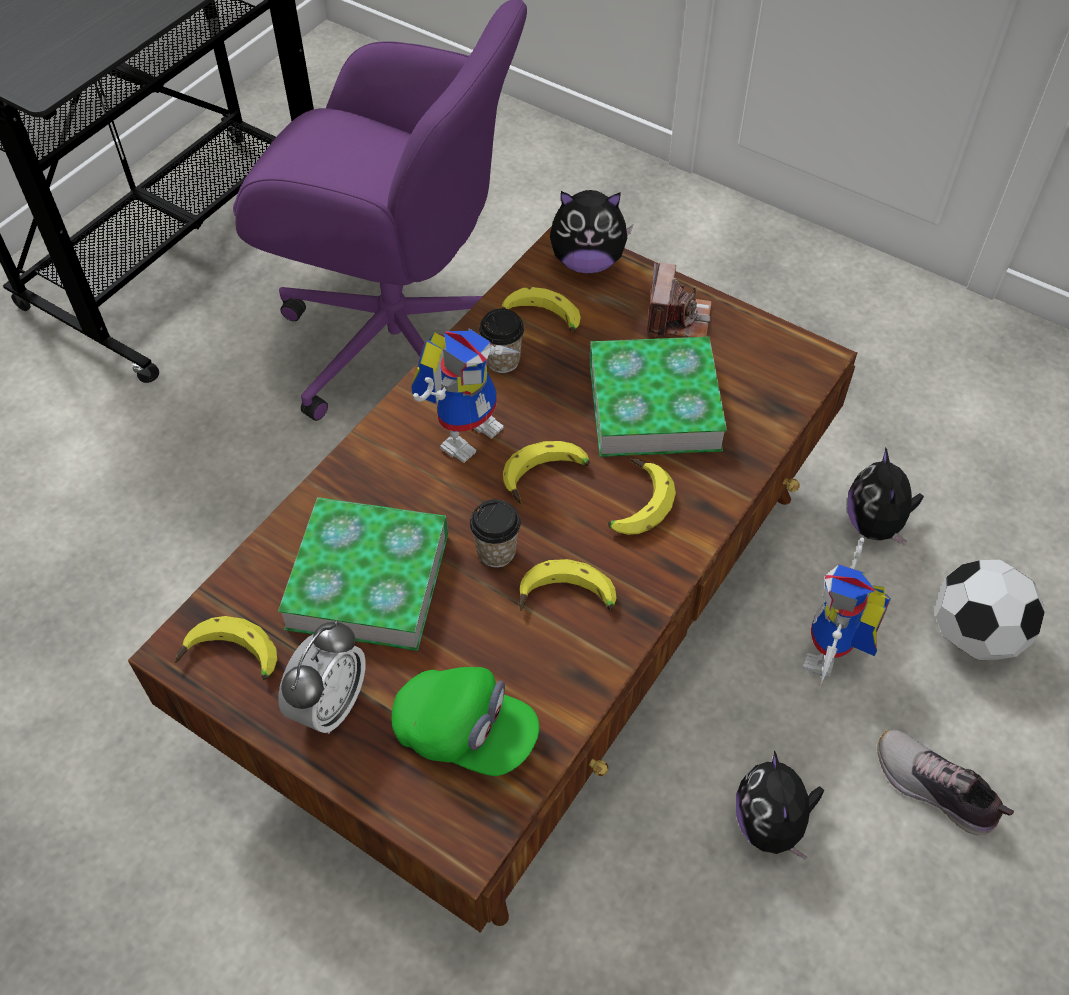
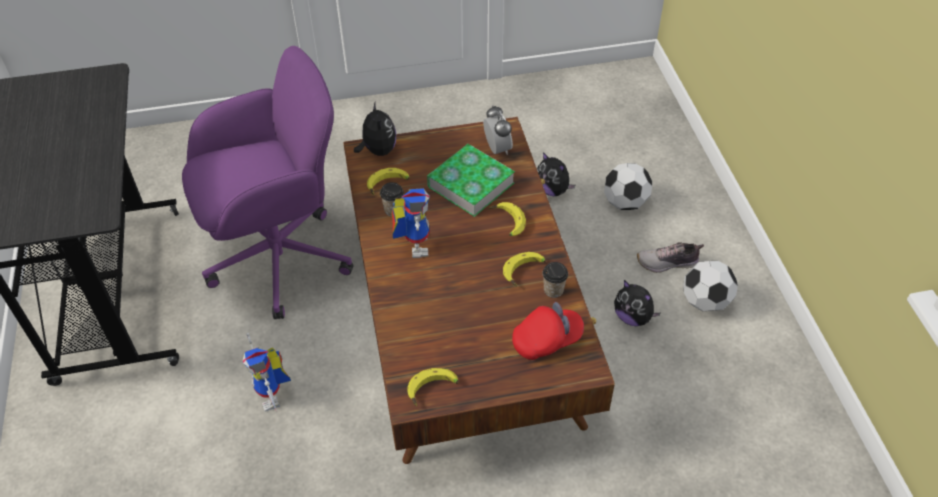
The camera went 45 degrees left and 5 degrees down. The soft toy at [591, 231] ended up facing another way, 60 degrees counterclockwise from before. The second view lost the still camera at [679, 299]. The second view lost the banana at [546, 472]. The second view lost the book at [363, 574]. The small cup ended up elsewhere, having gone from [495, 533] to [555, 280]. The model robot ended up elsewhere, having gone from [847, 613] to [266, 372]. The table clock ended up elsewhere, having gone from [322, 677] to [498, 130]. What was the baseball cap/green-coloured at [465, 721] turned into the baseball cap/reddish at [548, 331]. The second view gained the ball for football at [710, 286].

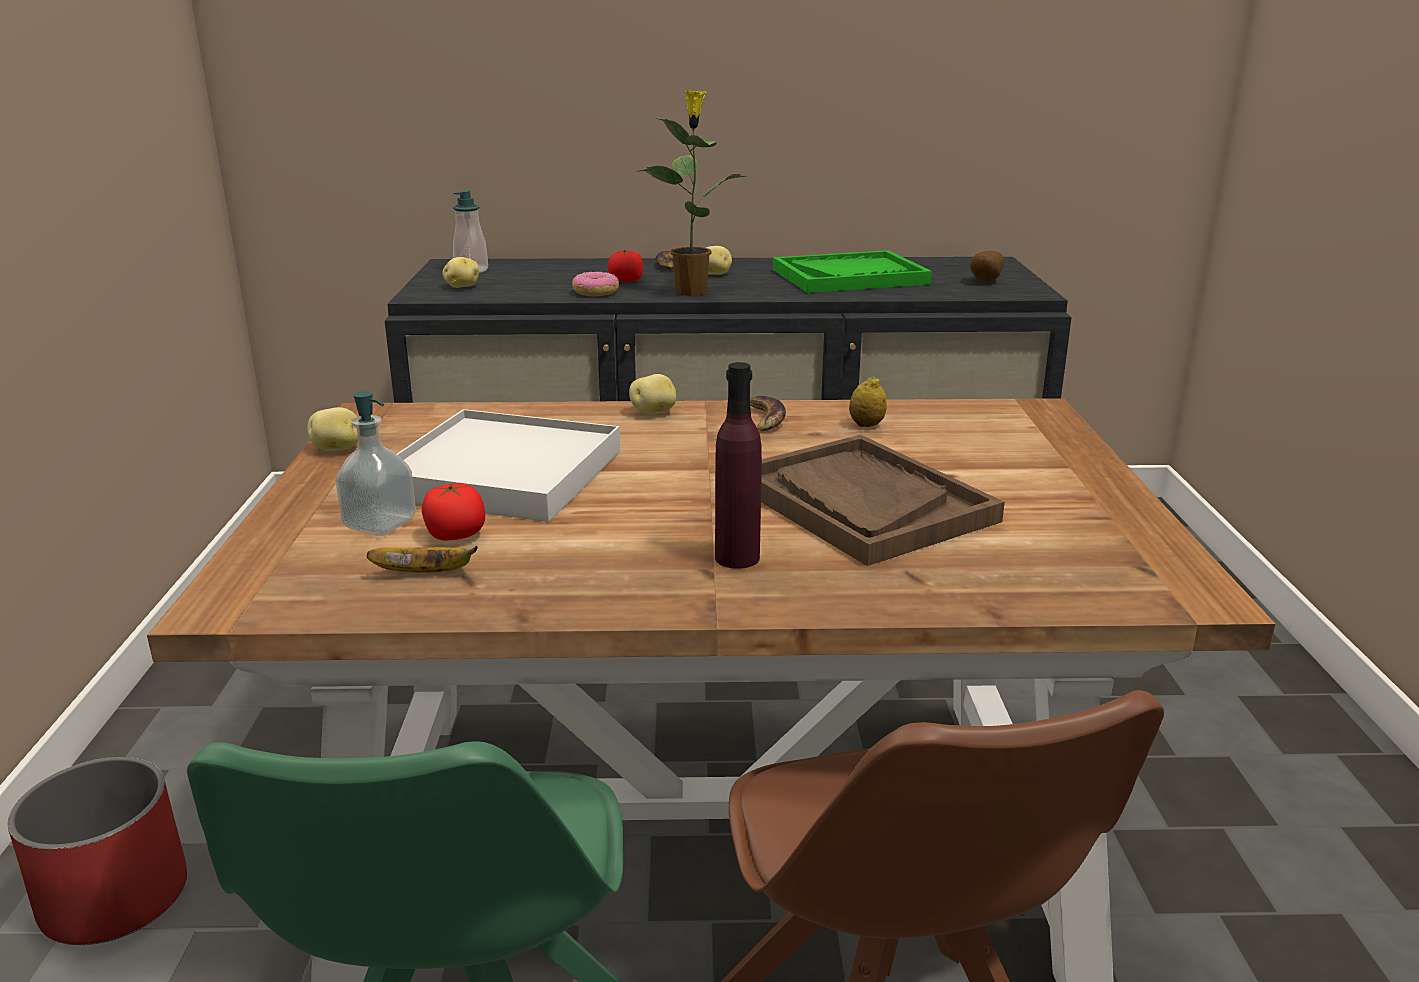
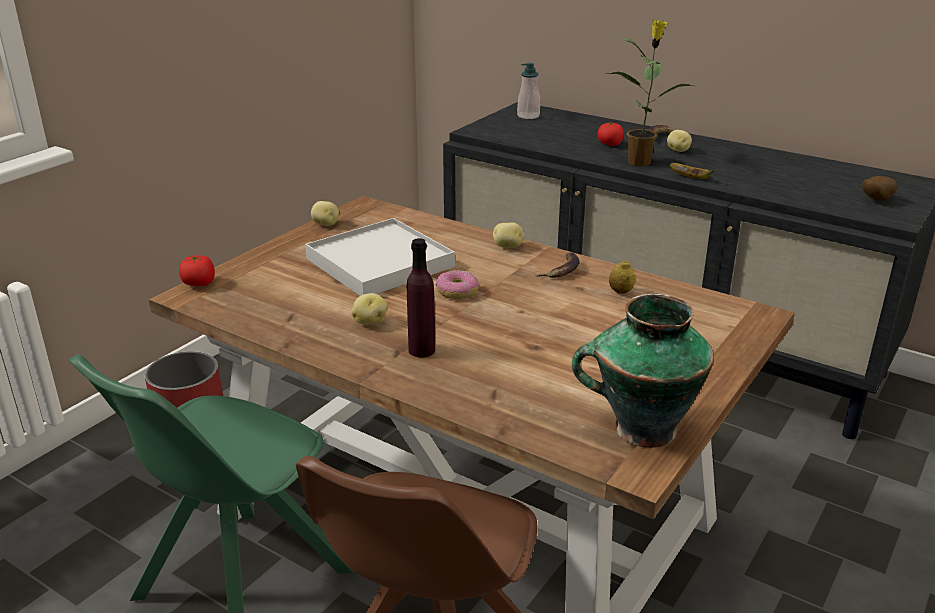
The camera went 35 degrees right and 5 degrees up. The second view lost the tray/green-coloured at [852, 271]. The spud ended up elsewhere, having gone from [460, 272] to [369, 309]. The donut ended up elsewhere, having gone from [595, 283] to [457, 284]. The second view lost the soap dispenser at [375, 463]. The second view lost the tray/brown-coloured at [883, 500]. The whole tomato ended up elsewhere, having gone from [453, 512] to [197, 270]. The banana ended up elsewhere, having gone from [422, 559] to [692, 171]. The second view gained the vase at [643, 371].

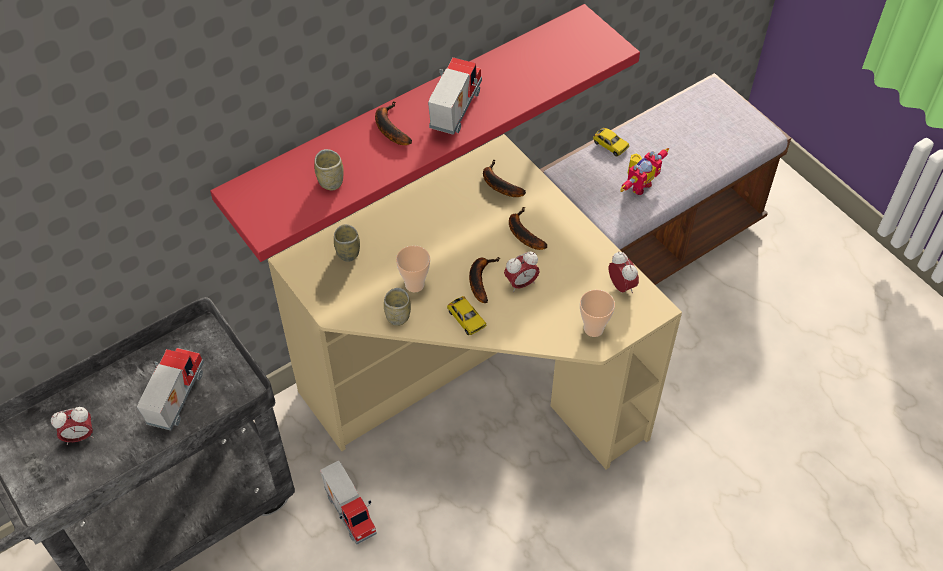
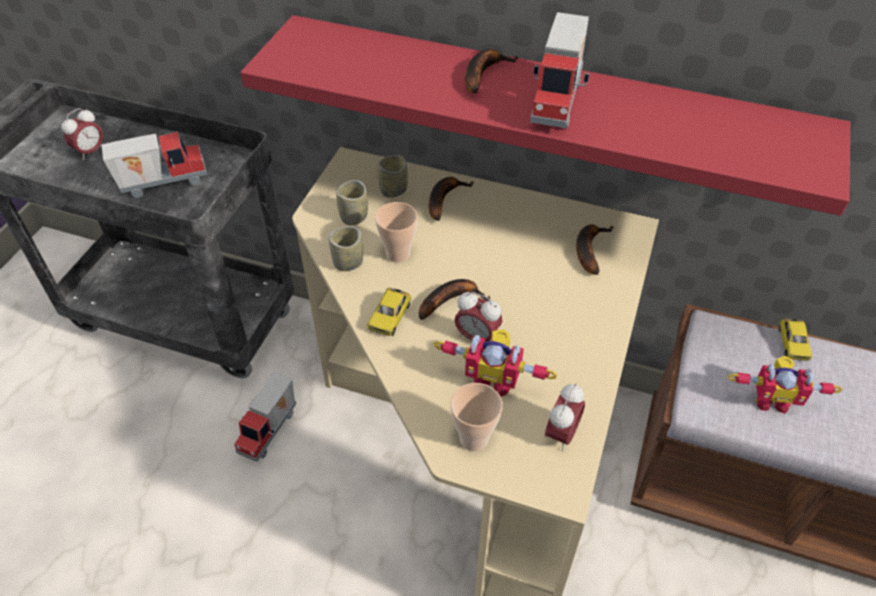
The camera went 55 degrees right and 5 degrees down. The toy lorry at [455, 96] ended up facing another way, 120 degrees clockwise from before. The small cup ended up elsewhere, having gone from [329, 169] to [352, 202]. The banana ended up elsewhere, having gone from [528, 228] to [451, 199]. The table clock at [72, 426] ended up facing another way, 90 degrees counterclockwise from before. The second view gained the model robot at [495, 363].

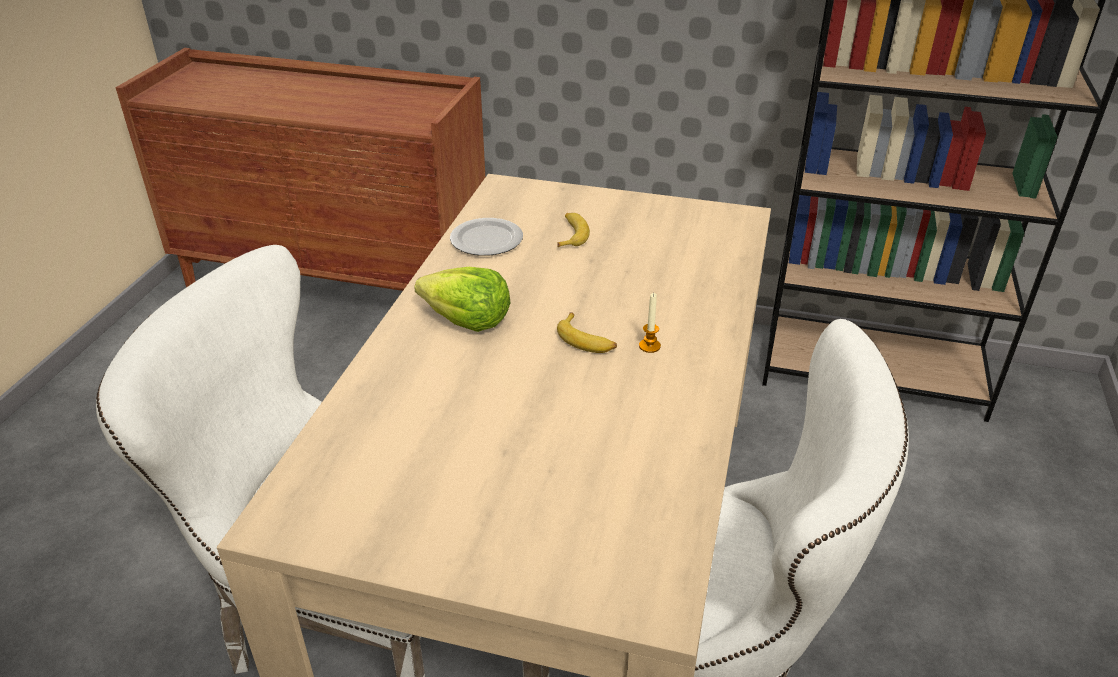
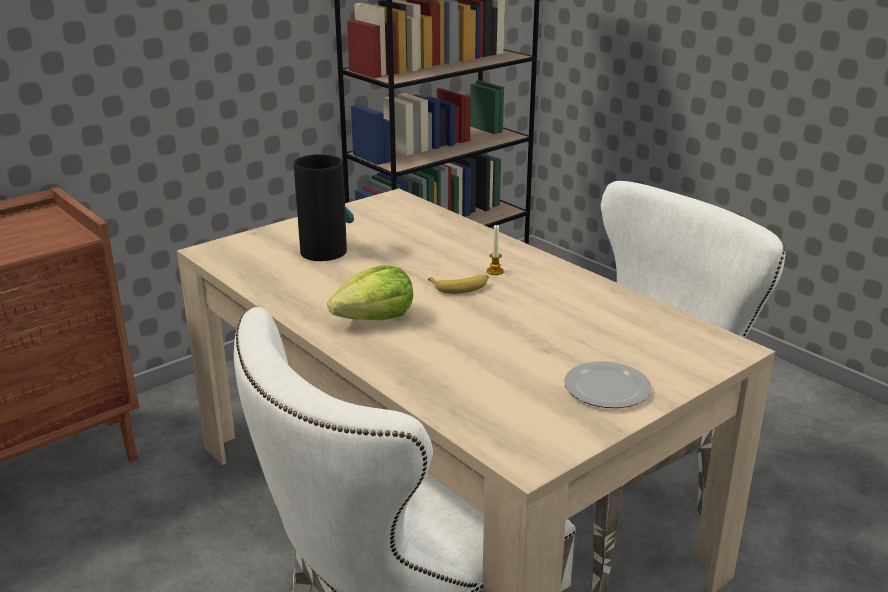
The camera went 55 degrees left and 10 degrees down. Where the banana stood at [573, 230], the vase came to stand at [324, 207]. The plate ended up elsewhere, having gone from [486, 237] to [608, 384].

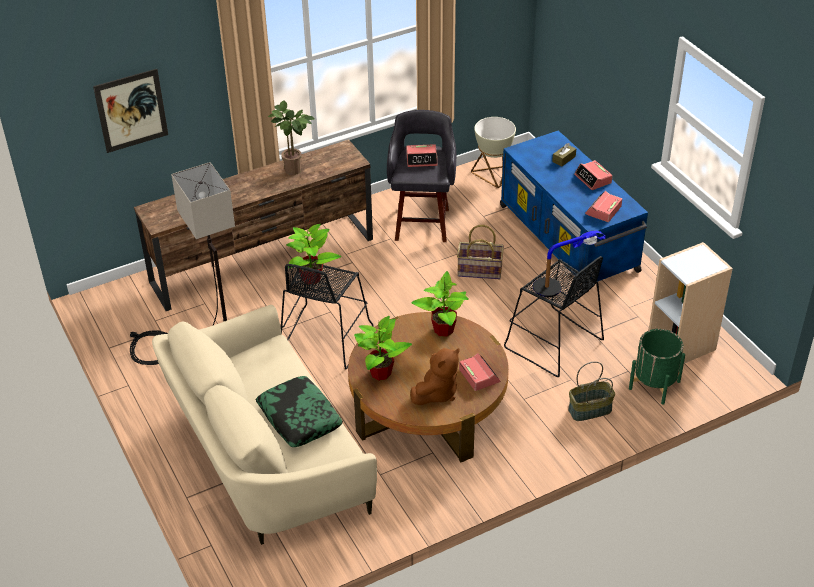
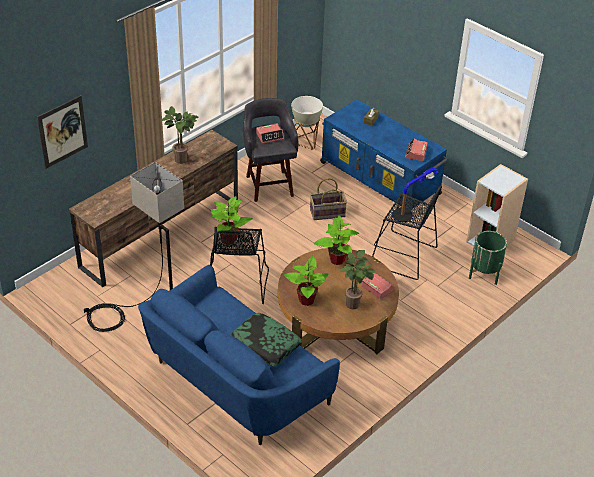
The camera went 20 degrees left and 0 degrees up. The second view lost the table clock at [593, 175]. What was the couch/beige at [264, 425] turned into the couch/blue-coloured at [239, 355]. Where the soft toy/brown-coloured stood at [435, 376], the houseplant came to stand at [358, 279]. The second view lost the basket at [591, 391].

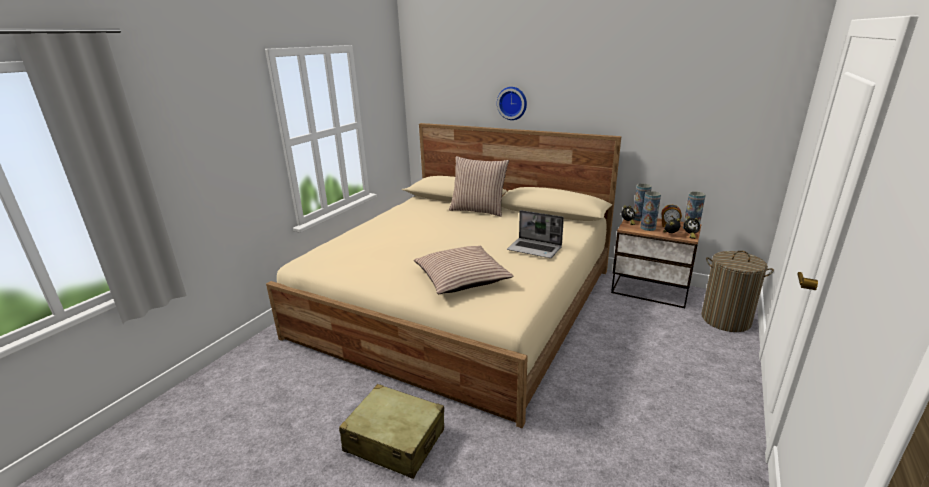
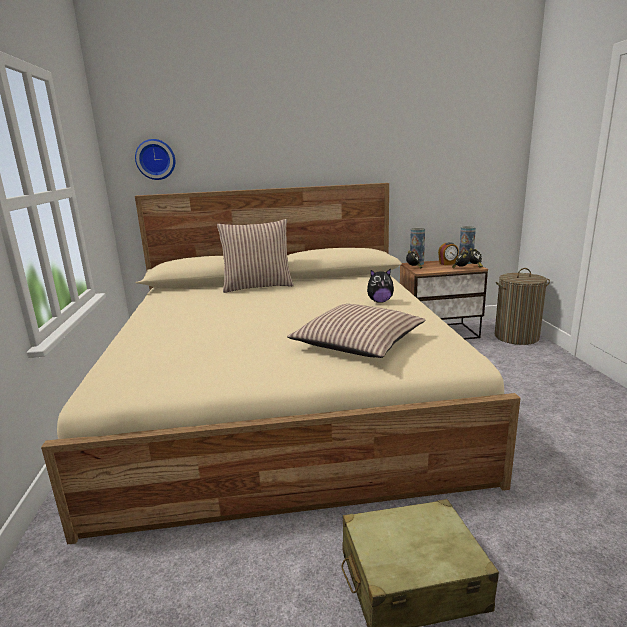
The camera went 35 degrees left and 5 degrees down. The clock on the wall ended up elsewhere, having gone from [512, 103] to [155, 159]. The second view lost the vase at [650, 211]. Where the notebook computer stood at [535, 234], the soft toy came to stand at [380, 286].

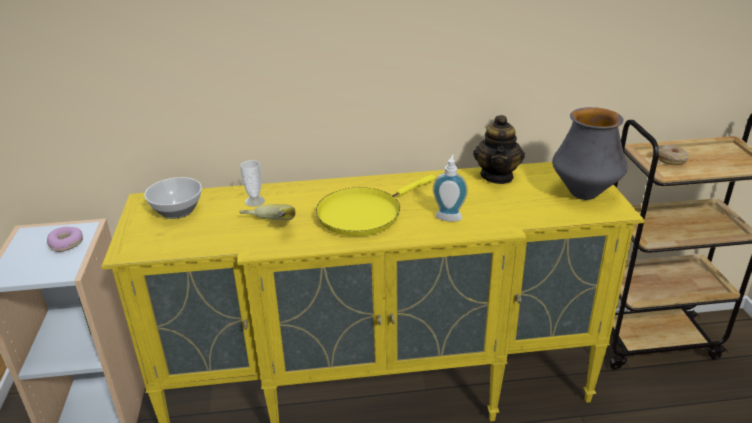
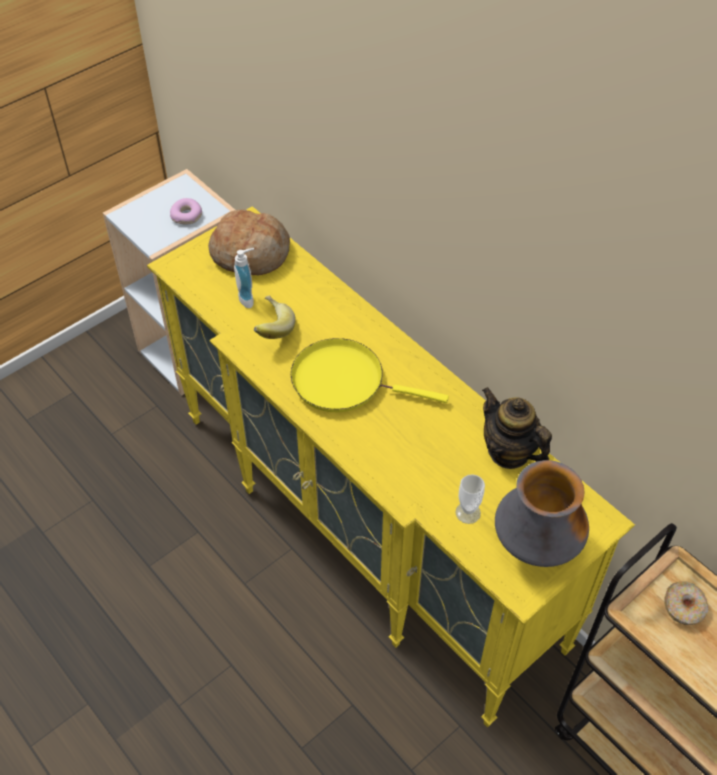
The camera went 55 degrees right and 20 degrees up. The tea pot at [499, 149] ended up facing another way, 75 degrees clockwise from before. The soap dispenser ended up elsewhere, having gone from [450, 188] to [244, 278]. The small cup ended up elsewhere, having gone from [252, 183] to [470, 499]. Where the bowl stood at [173, 198], the bakery bread came to stand at [249, 242].

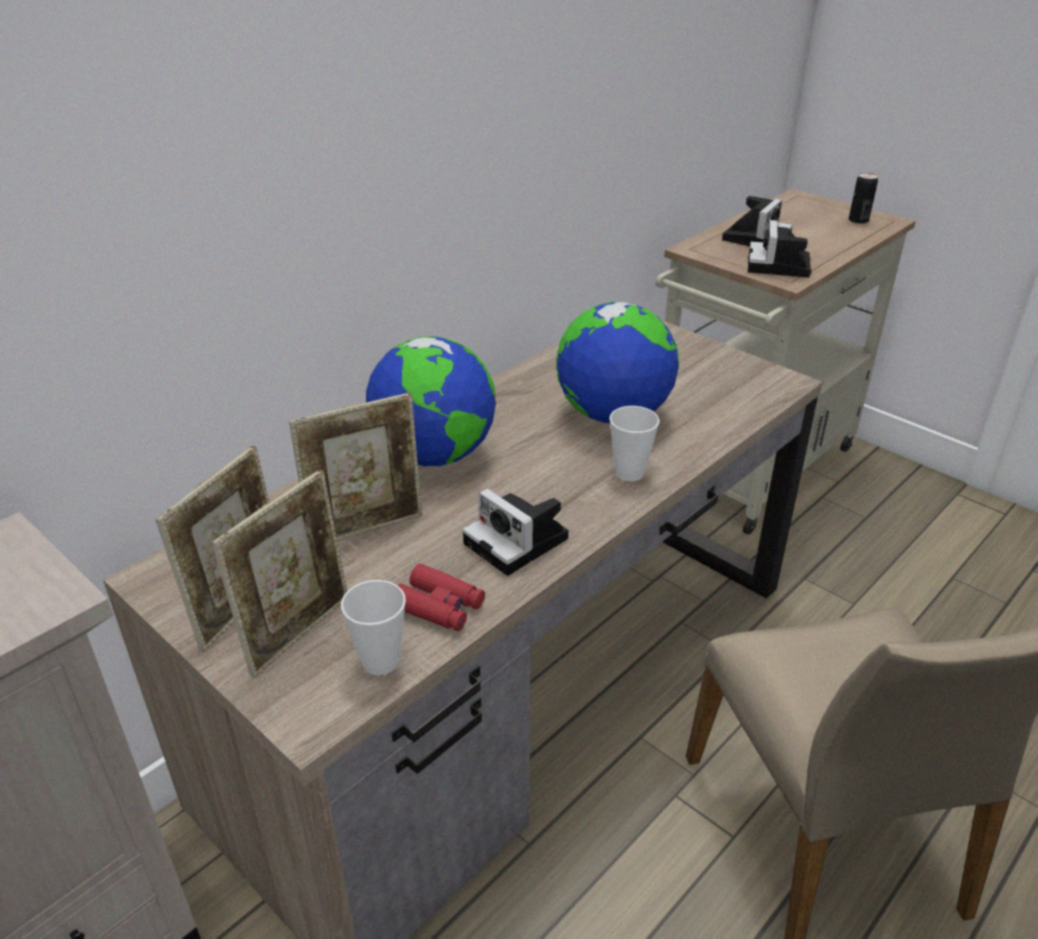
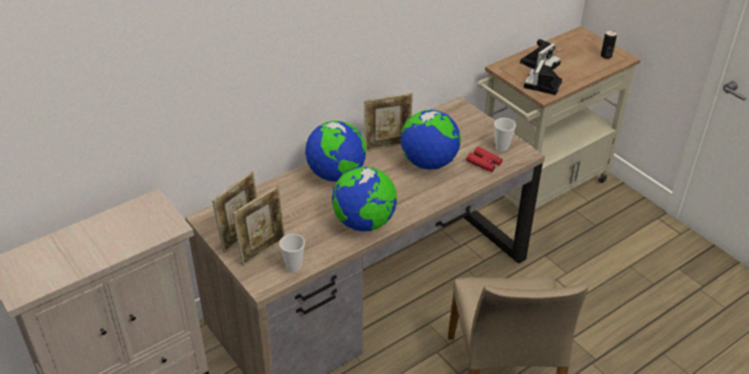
The camera went 10 degrees right and 5 degrees up. The standing frame ended up elsewhere, having gone from [356, 467] to [388, 122]. The small cup ended up elsewhere, having gone from [634, 443] to [505, 134]. Where the still camera stood at [516, 532], the desk globe came to stand at [364, 199]. The field glasses/reddish ended up elsewhere, having gone from [441, 597] to [484, 159].

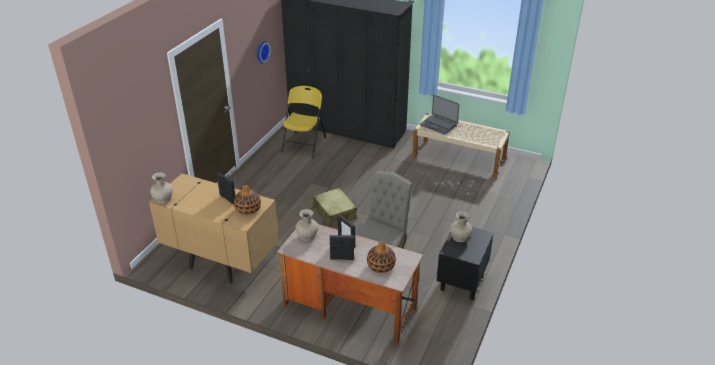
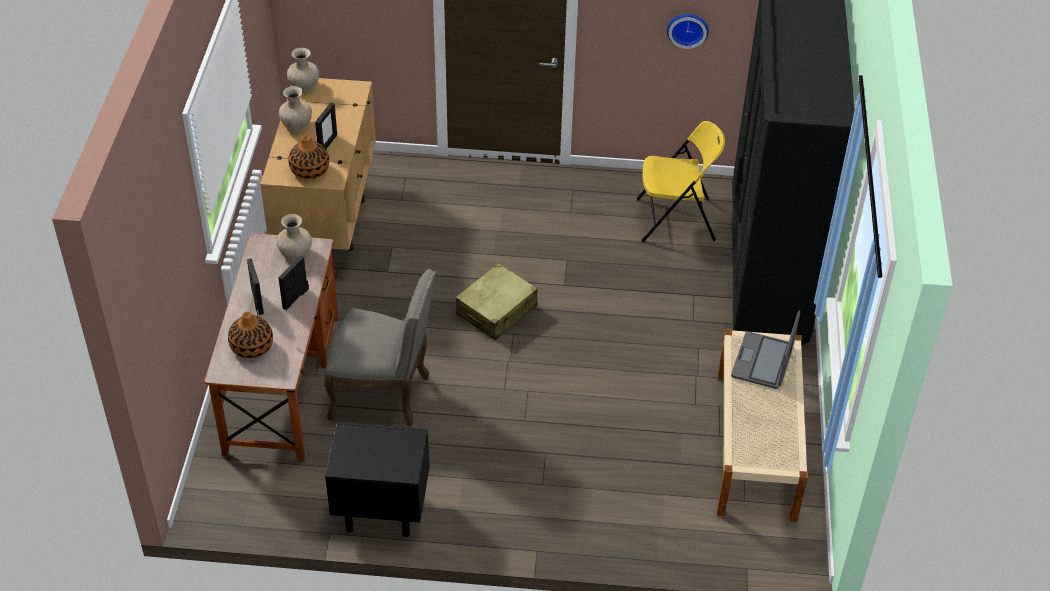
The camera went 70 degrees right and 10 degrees up. The vase/beige ended up elsewhere, having gone from [461, 226] to [295, 109].

